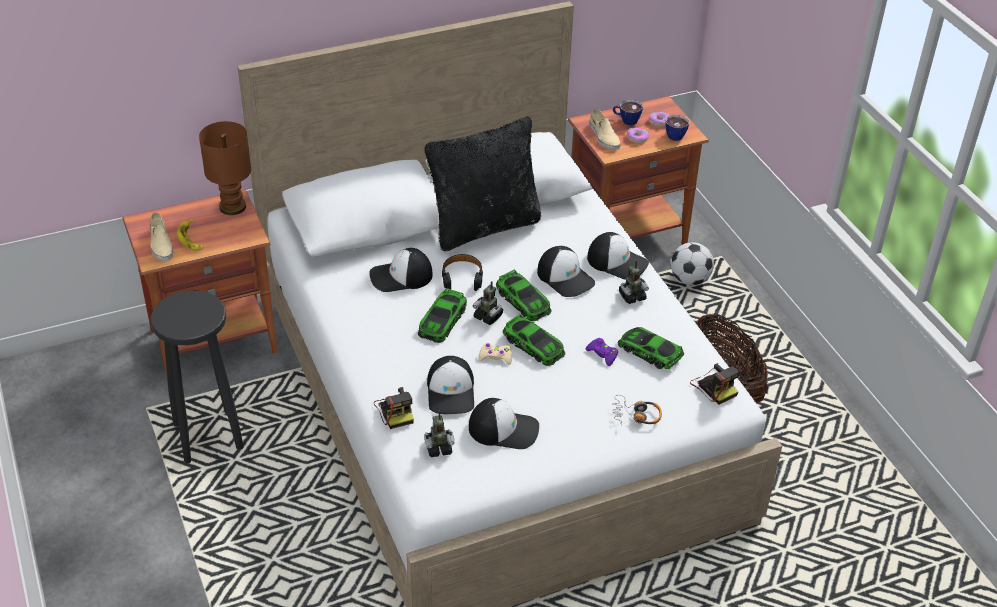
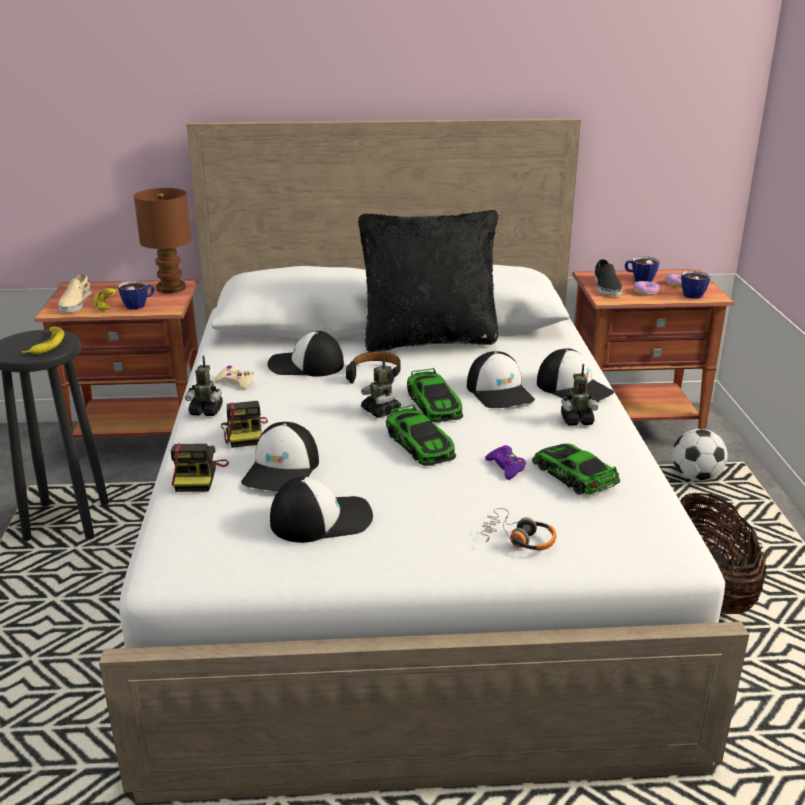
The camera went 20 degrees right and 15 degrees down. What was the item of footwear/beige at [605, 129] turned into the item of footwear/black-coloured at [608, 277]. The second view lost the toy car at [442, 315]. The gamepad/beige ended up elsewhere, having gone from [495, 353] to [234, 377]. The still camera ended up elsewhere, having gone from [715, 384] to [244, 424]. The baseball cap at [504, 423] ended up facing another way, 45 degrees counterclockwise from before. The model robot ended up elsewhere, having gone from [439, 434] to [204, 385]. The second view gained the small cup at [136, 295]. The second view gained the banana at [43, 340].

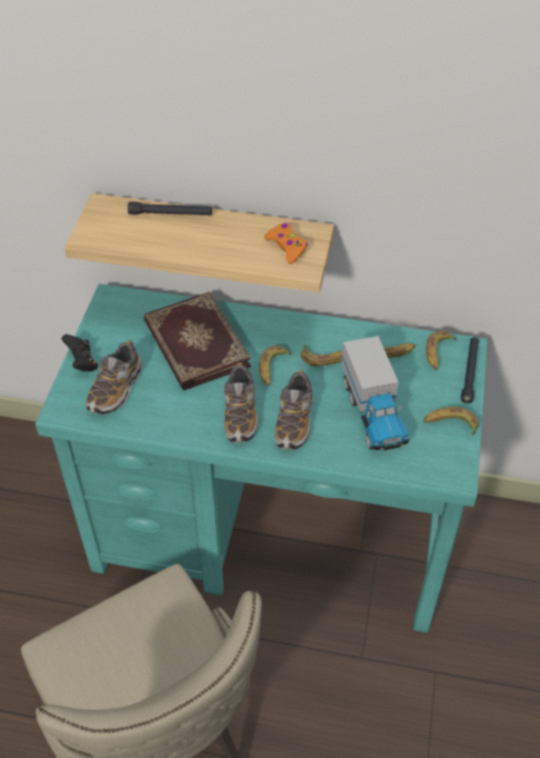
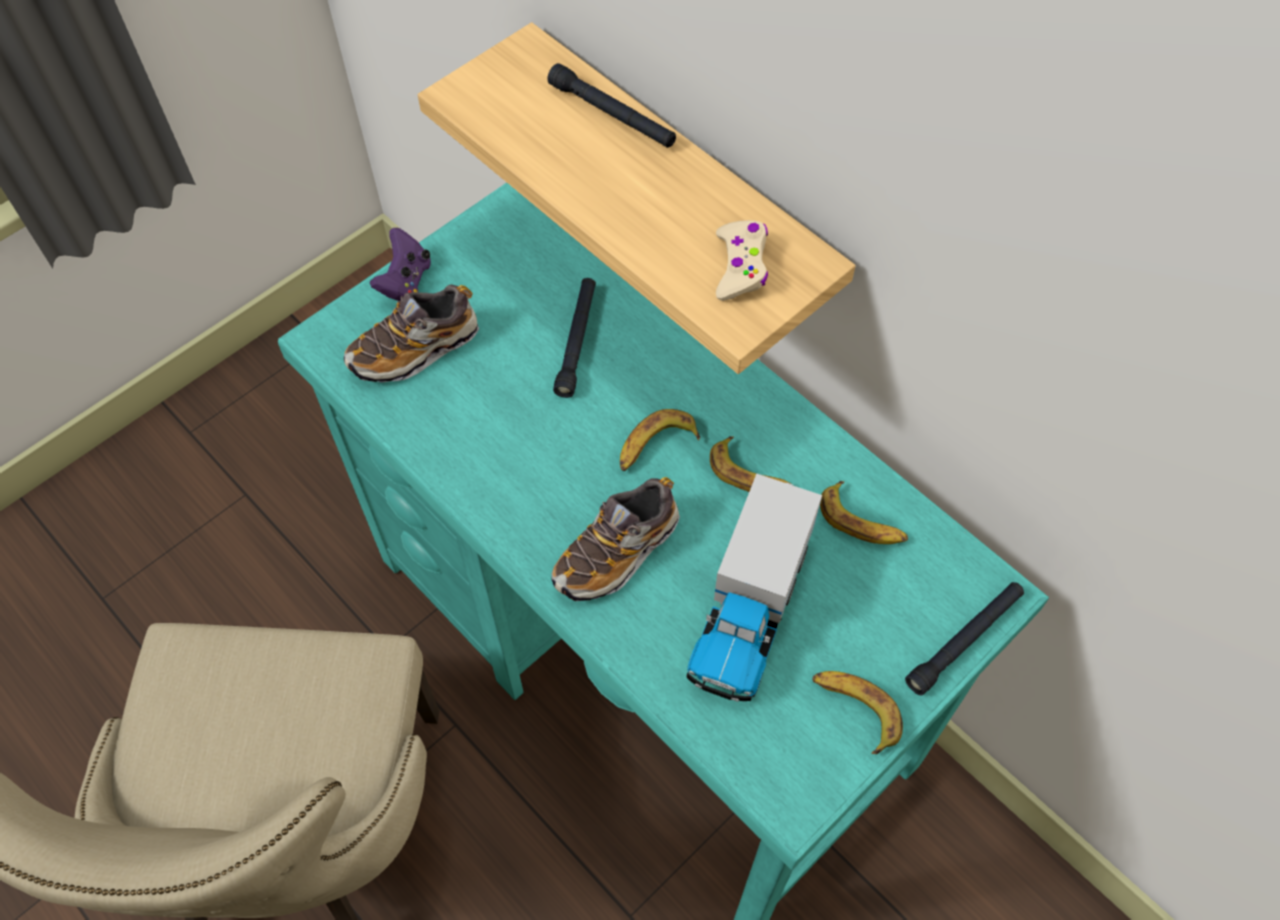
The camera went 35 degrees right and 10 degrees up. What was the gamepad/orangey at [286, 243] turned into the gamepad/beige at [742, 260]. Where the book stood at [197, 341], the hand torch/black-coloured came to stand at [574, 338]. The second view lost the banana at [441, 350]. What was the gamepad/black-coloured at [79, 352] turned into the gamepad/purple-coloured at [400, 264]. The second view lost the item of footwear at [241, 402].

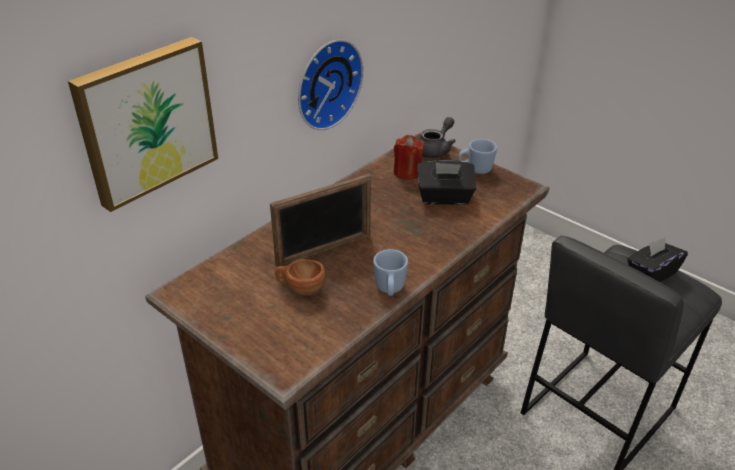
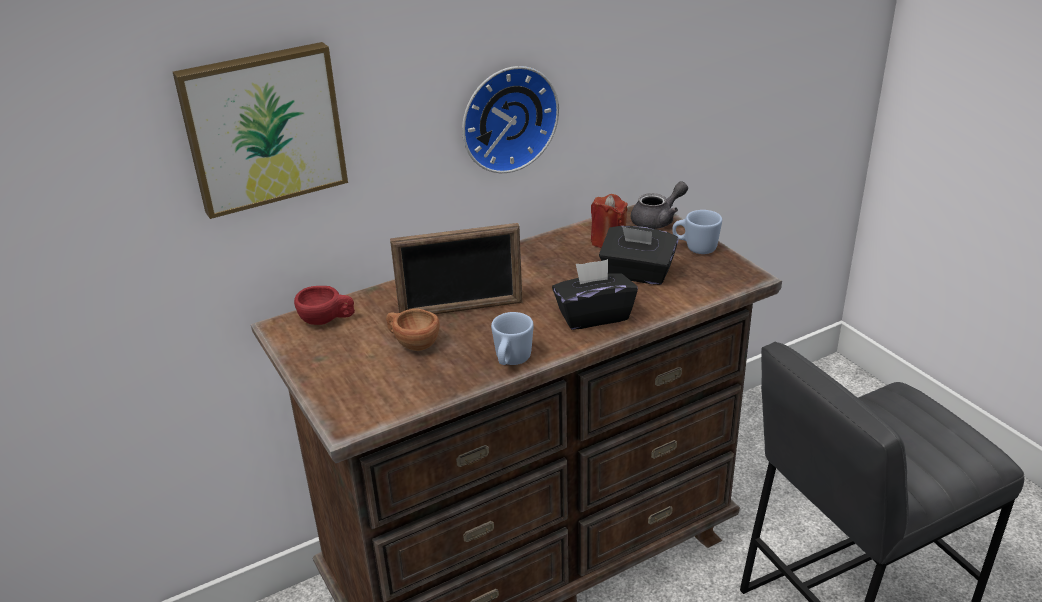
The camera went 20 degrees right and 5 degrees down. The tissue holder/black-coloured ended up elsewhere, having gone from [657, 259] to [595, 294]. The second view gained the small cup/reddish at [324, 305].

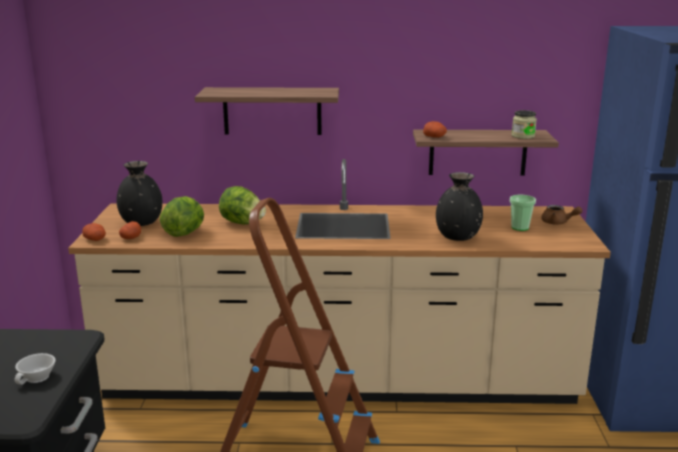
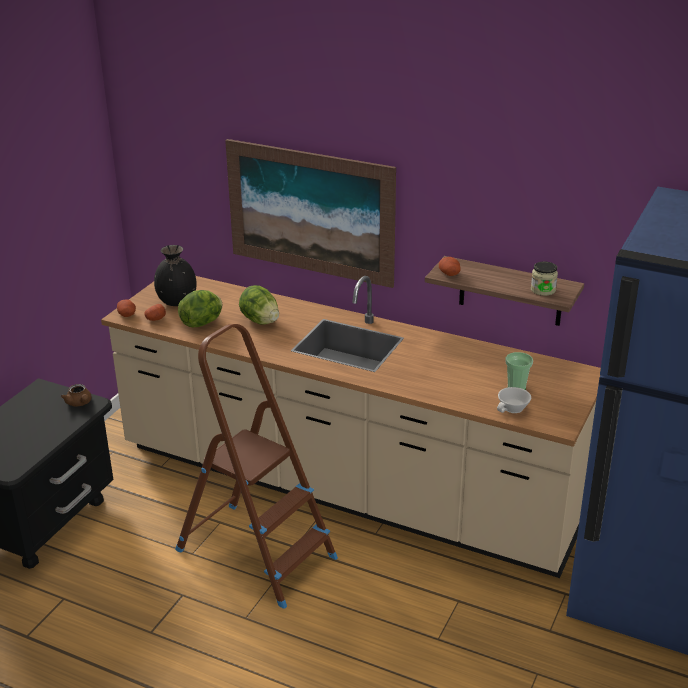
The camera went 25 degrees right and 10 degrees up. Where the bracket shelf hung at [267, 111], the picture came to hang at [310, 213]. The second view lost the vase/black-coloured at [459, 206]. The tea pot/brown-coloured ended up elsewhere, having gone from [561, 215] to [76, 395]. The small cup/white-coloured ended up elsewhere, having gone from [35, 369] to [514, 400].

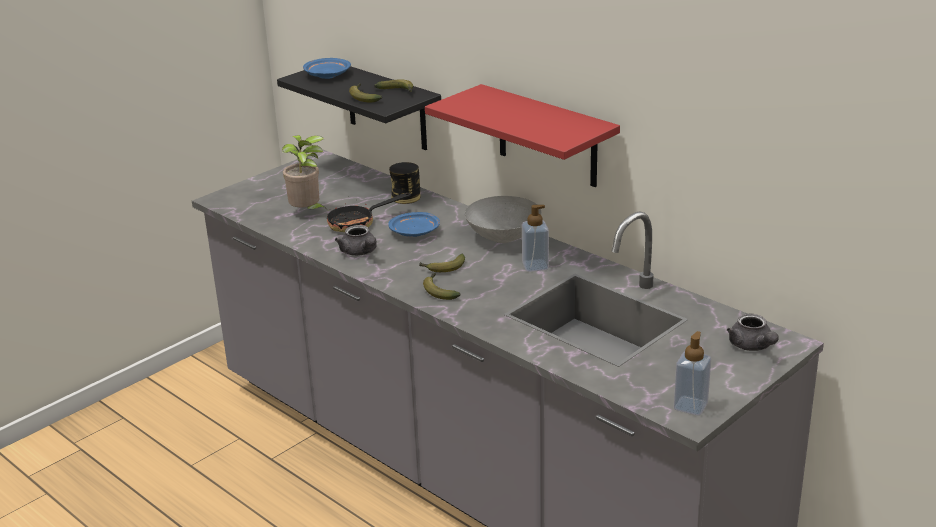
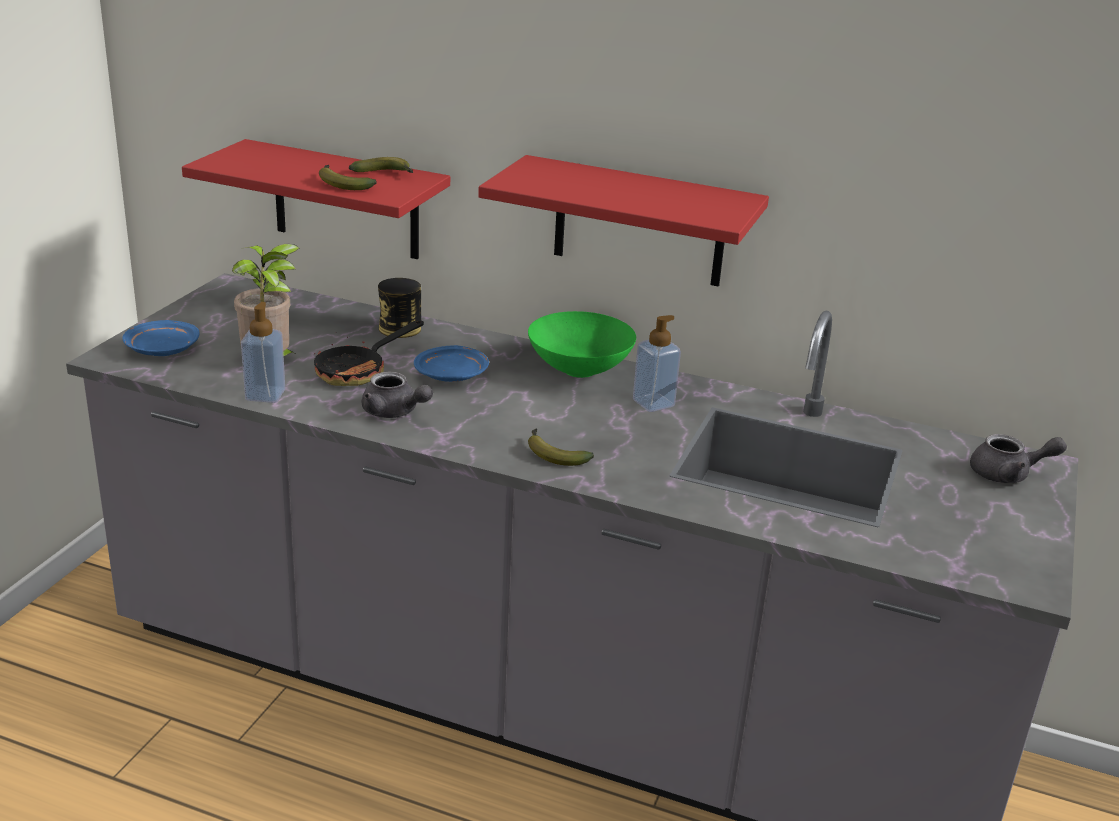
The camera went 25 degrees left and 0 degrees up. The plate/blue-coloured ended up elsewhere, having gone from [327, 68] to [161, 338]. What was the bracket shelf/black-coloured at [359, 108] turned into the bracket shelf/reddish at [316, 199]. What was the bowl/grey at [503, 219] turned into the bowl/green-coloured at [582, 344]. The second view lost the banana at [442, 263]. The tea pot/grey at [753, 332] ended up facing another way, 45 degrees counterclockwise from before. The soap dispenser ended up elsewhere, having gone from [692, 373] to [263, 352].

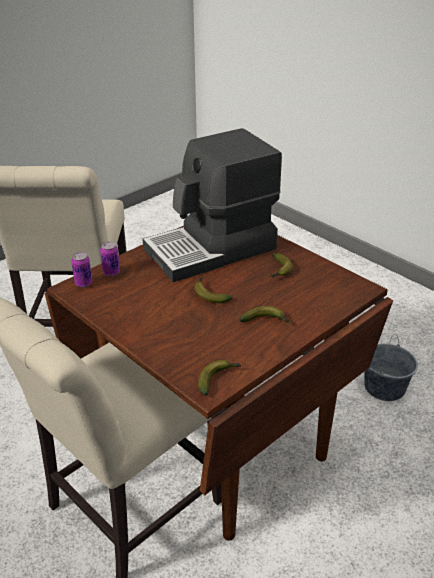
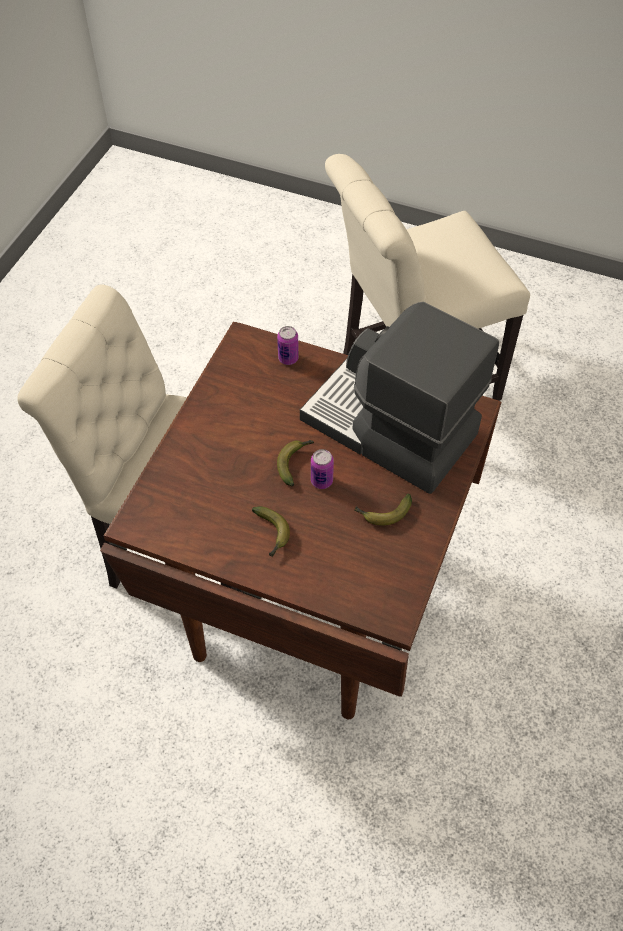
The camera went 65 degrees right and 20 degrees up. The sealed can ended up elsewhere, having gone from [81, 270] to [322, 469]. The second view lost the water bucket/grey at [391, 367]. The second view lost the banana at [219, 378].

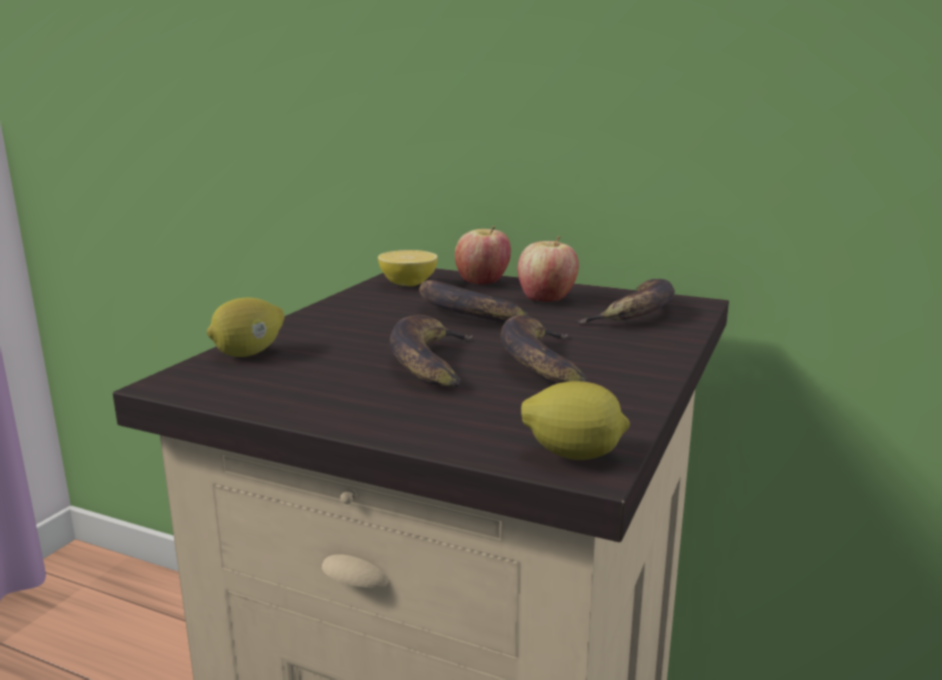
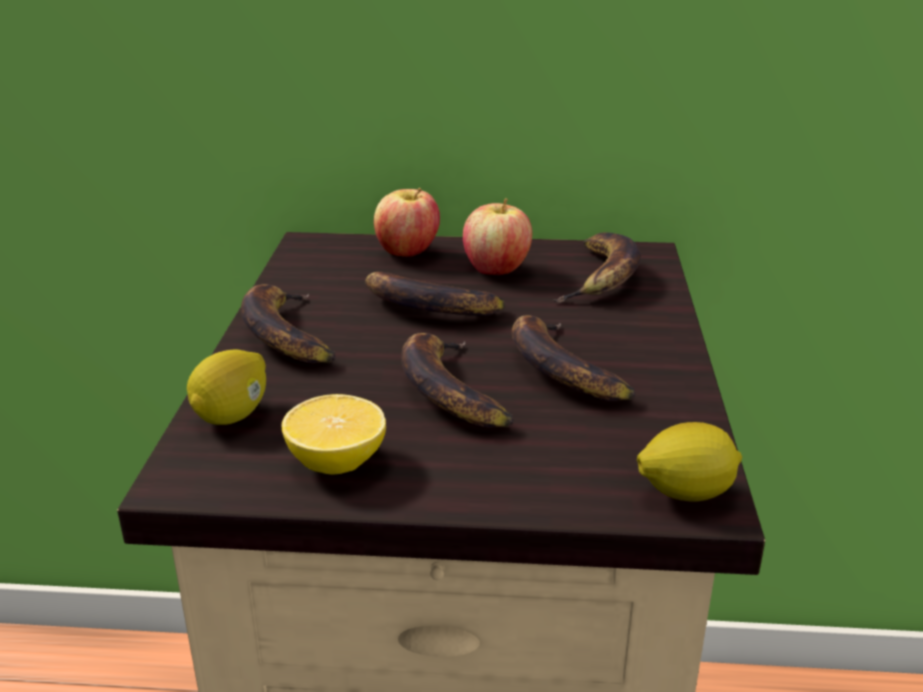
The camera went 20 degrees left and 10 degrees up. The whole lemon ended up elsewhere, having gone from [408, 268] to [334, 434]. The second view gained the banana at [288, 323].

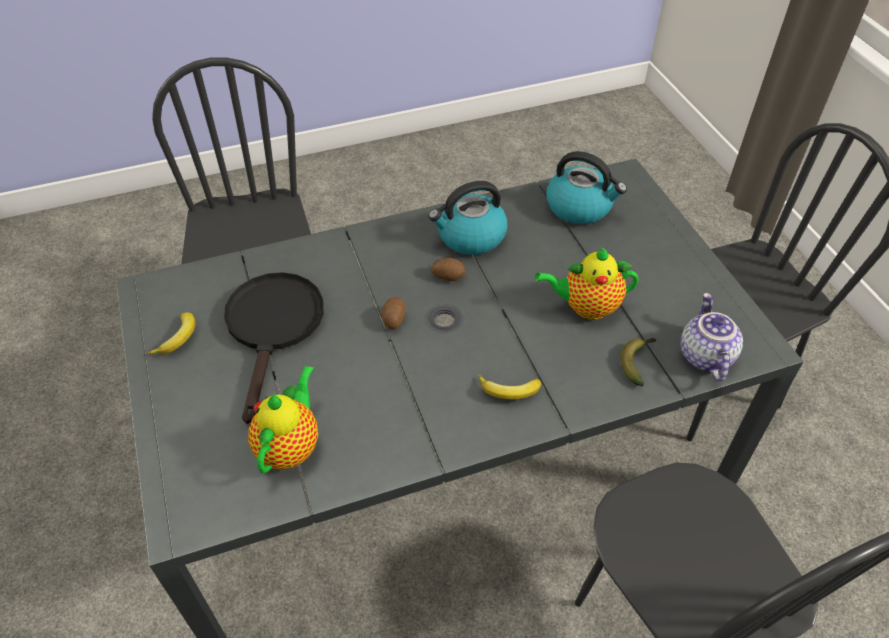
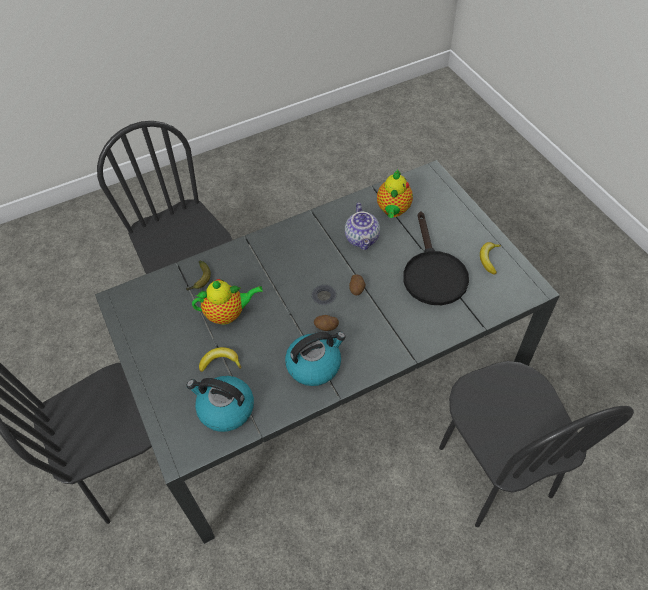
The camera went 175 degrees right and 5 degrees up. The tea pot ended up elsewhere, having gone from [711, 337] to [362, 226]. The banana ended up elsewhere, having gone from [509, 387] to [220, 359].

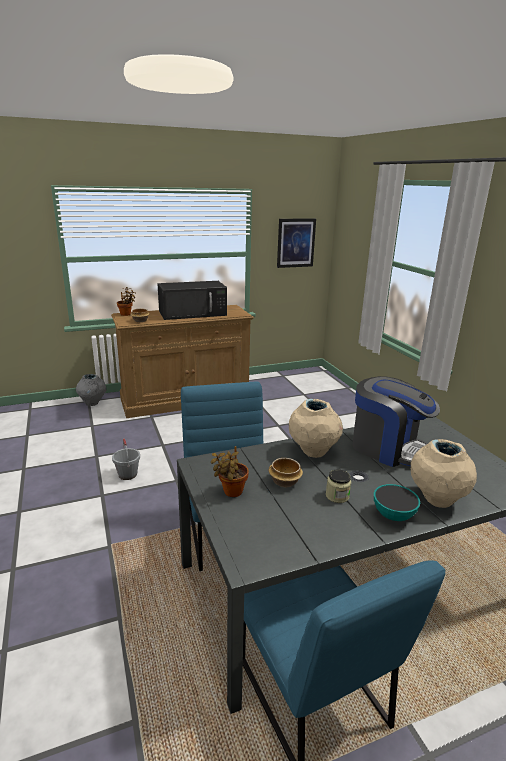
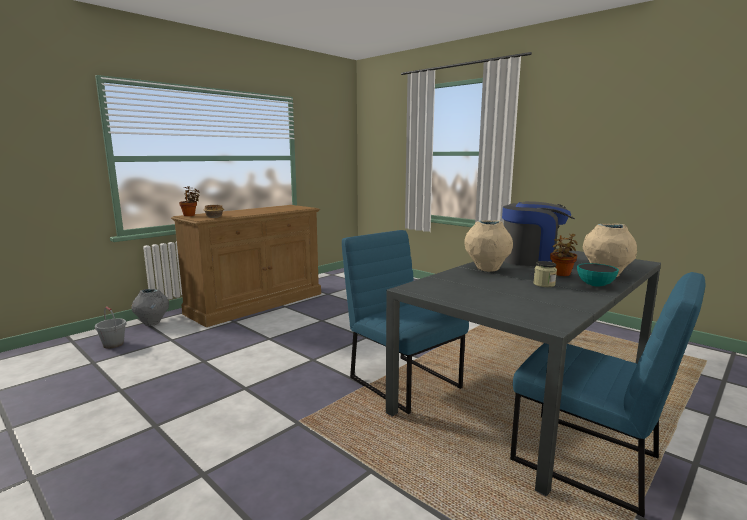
The camera went 25 degrees left and 10 degrees down. The second view lost the picture at [296, 243]. The second view lost the kitchen microwave/black-coloured at [192, 300]. The water bucket/grey ended up elsewhere, having gone from [126, 459] to [110, 327]. The houseplant ended up elsewhere, having gone from [230, 471] to [563, 255]. The second view lost the bowl at [286, 472].

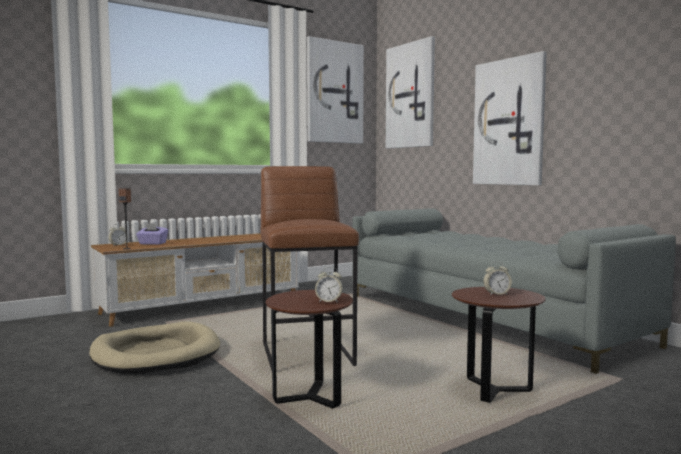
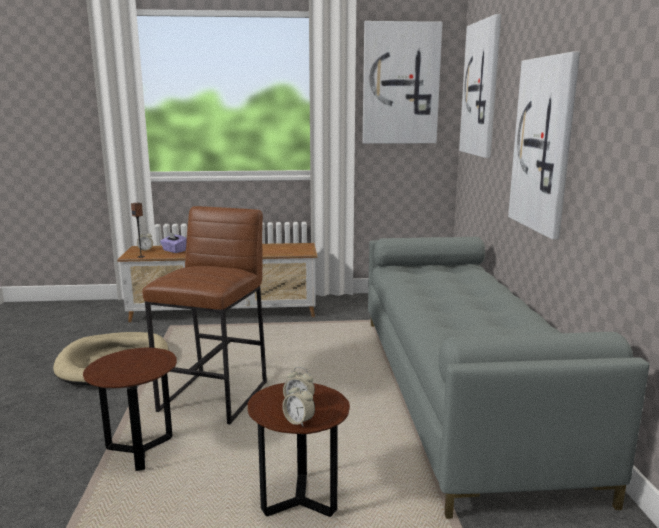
The camera went 30 degrees right and 10 degrees up. The table clock ended up elsewhere, having gone from [329, 285] to [298, 405].

